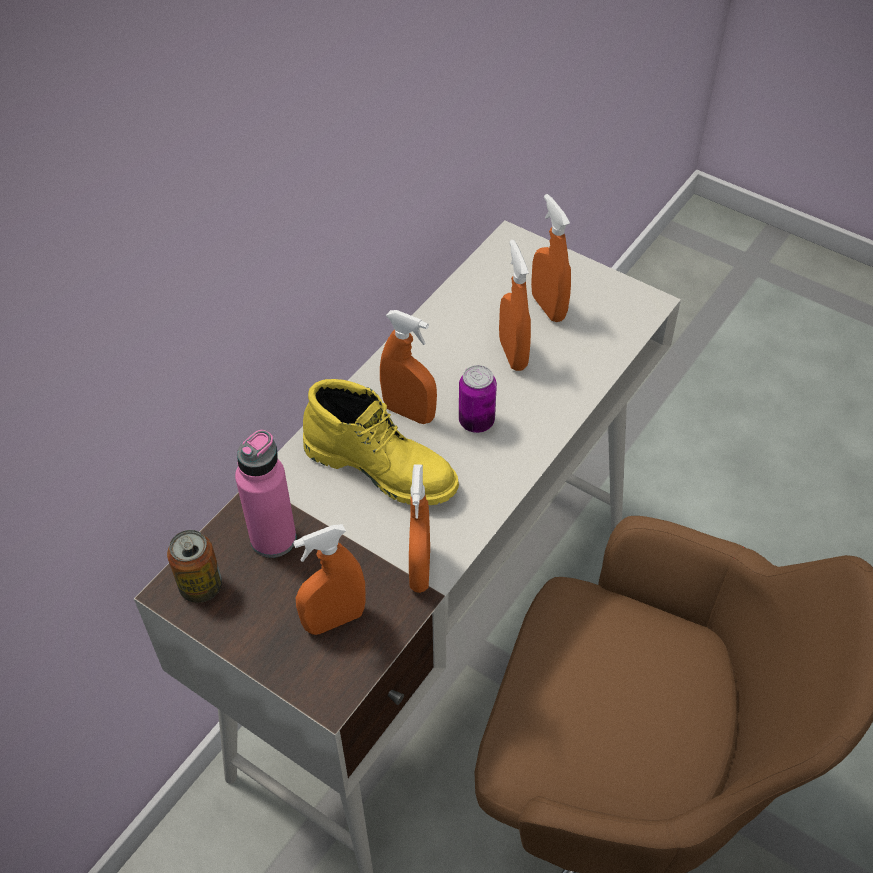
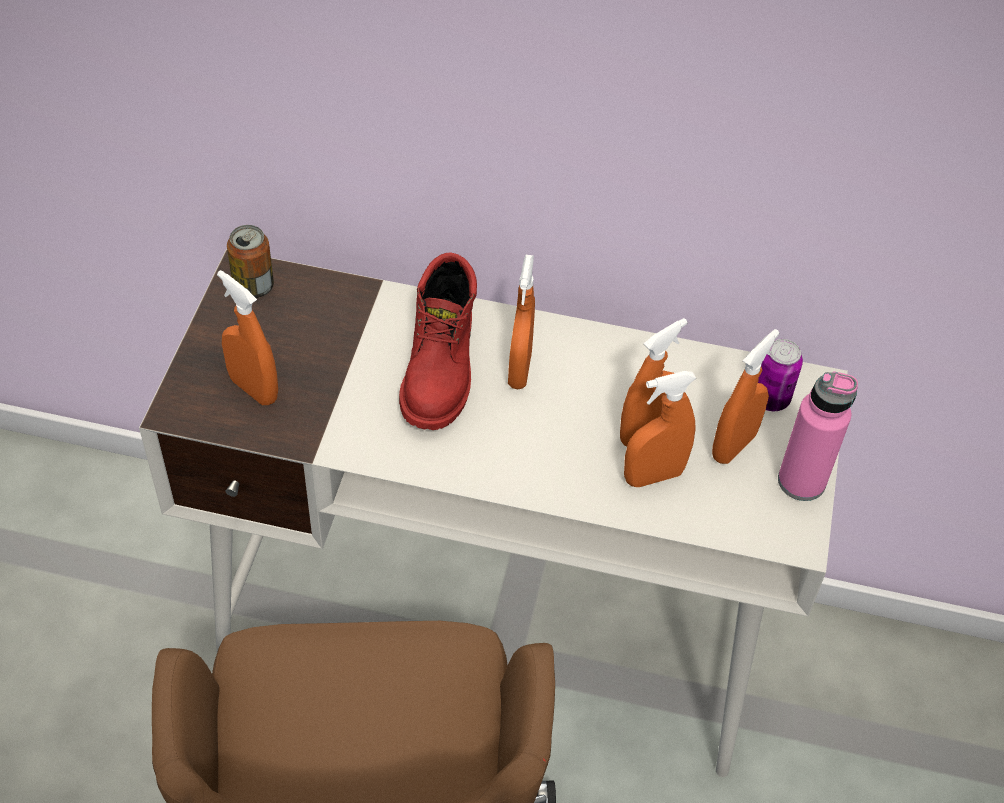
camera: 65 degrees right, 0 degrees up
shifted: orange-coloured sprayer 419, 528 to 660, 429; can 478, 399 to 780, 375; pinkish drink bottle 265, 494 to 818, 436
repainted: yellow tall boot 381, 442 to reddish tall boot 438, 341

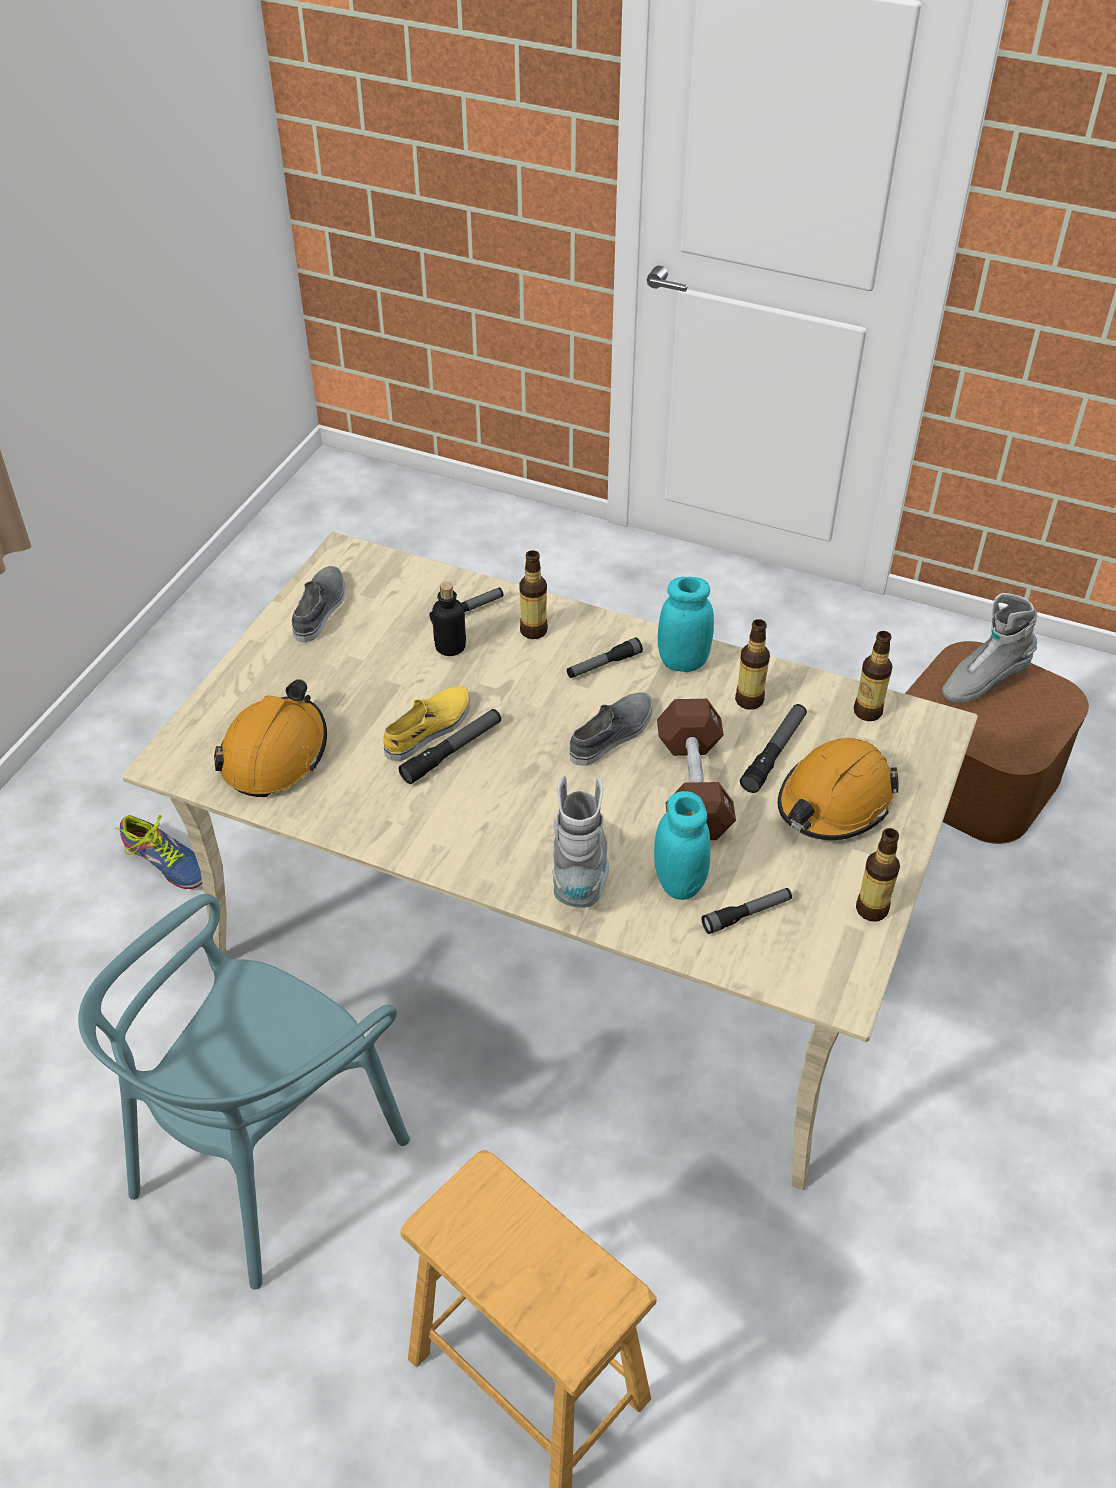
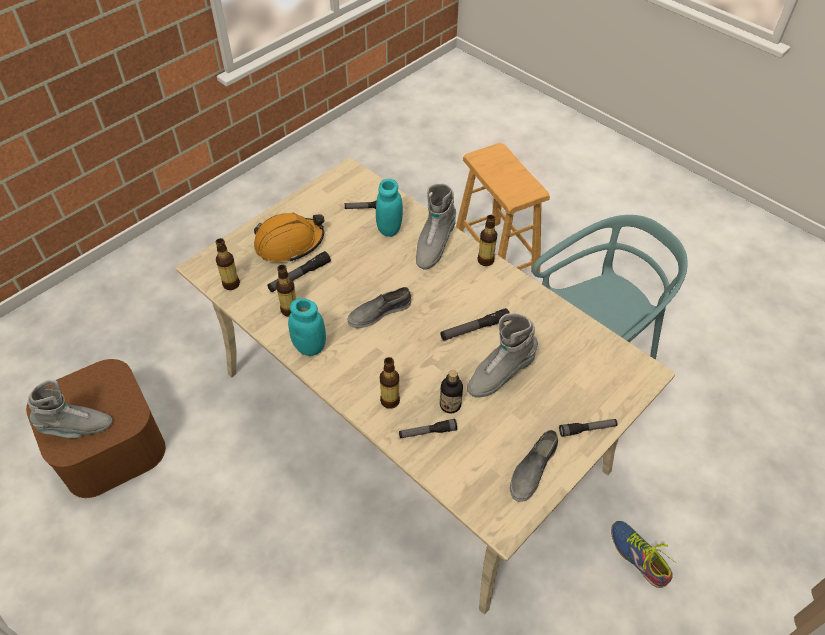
camera: 160 degrees left, 5 degrees up
gone: orange-coloured work helmet 270, 738; yellow item of footwear 426, 724; brown-coloured hand weight 696, 769
new: greyish tall boot 502, 355
shifted: drink bottle 878, 875 to 487, 240; torch 605, 657 to 588, 428

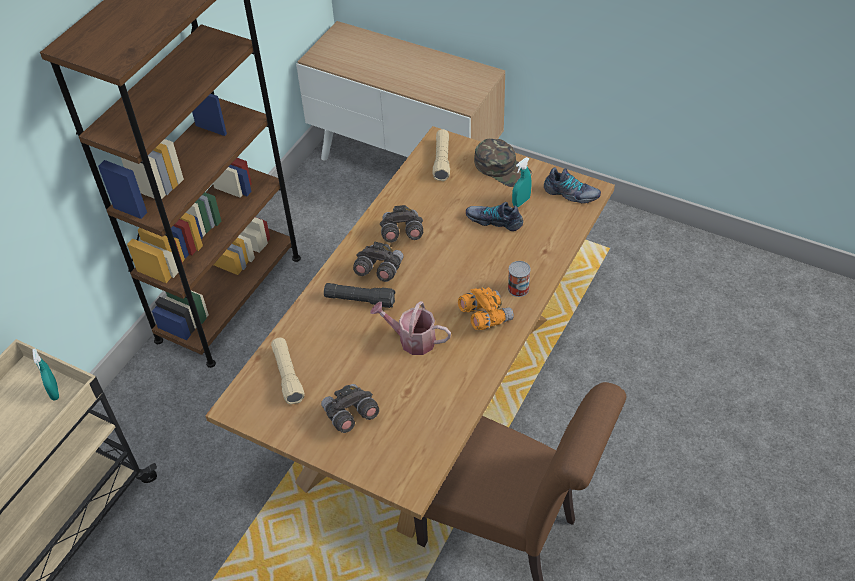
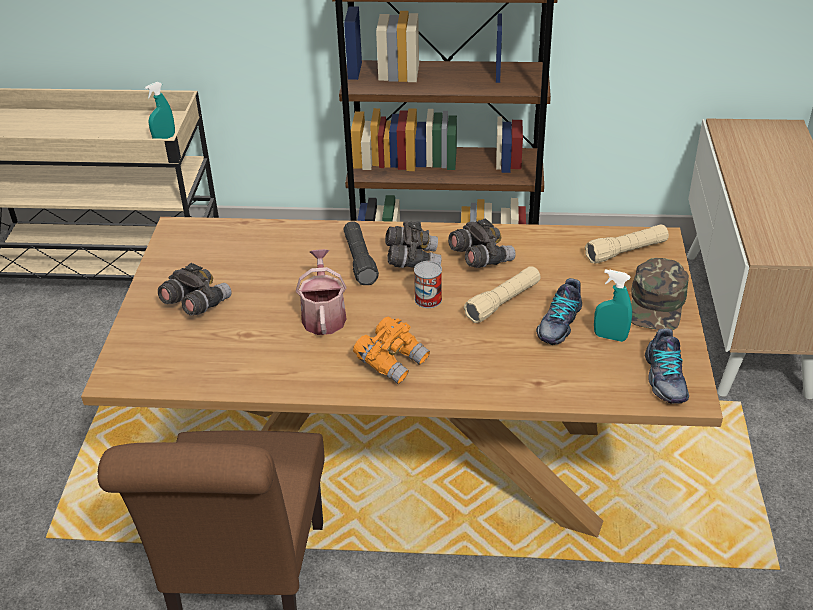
camera: 65 degrees right, 10 degrees down
shifted: can 519, 279 to 428, 284; beige-coloured torch 288, 371 to 502, 294
rotated: item of footwear 494, 216 = 559, 311 150 degrees counterclockwise

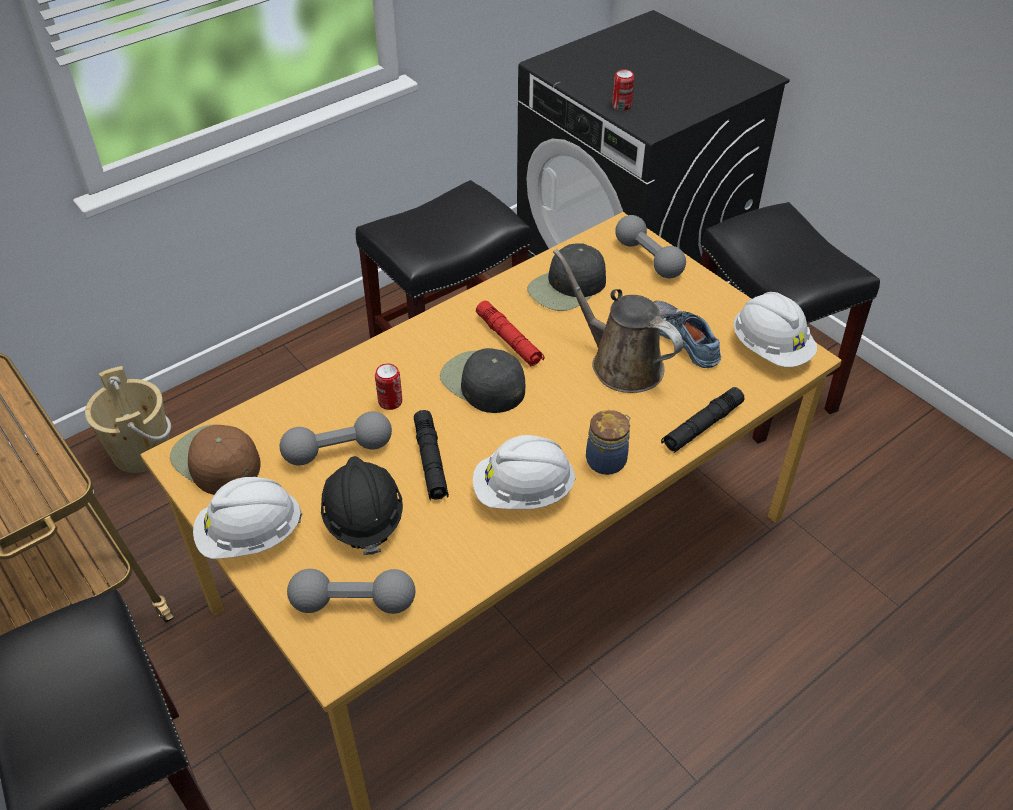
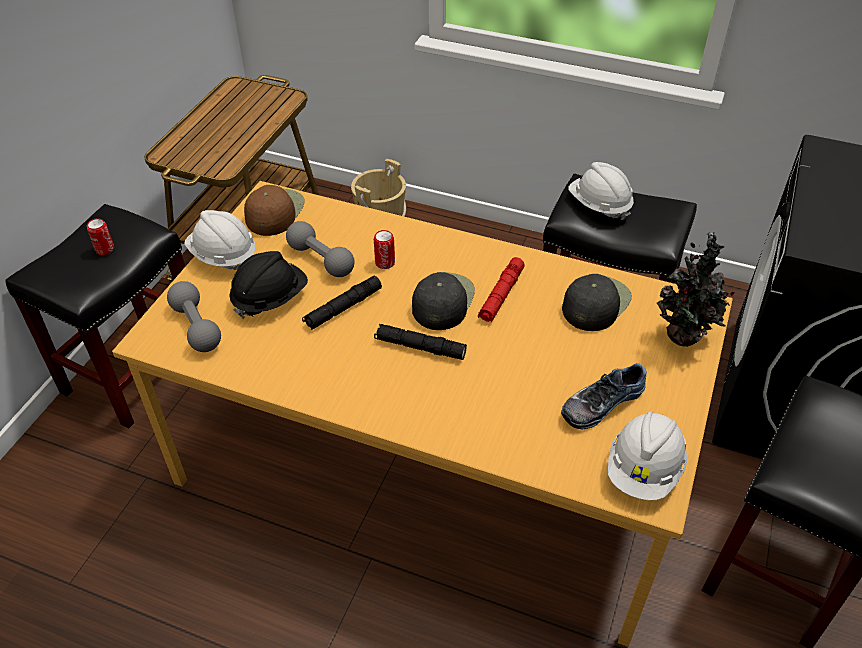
camera: 60 degrees right, 0 degrees up
gone: brown-coloured sprinkling can 618, 321; storage jar 608, 442
shifted: can 623, 90 to 100, 236; black-coloured torch 703, 420 to 420, 342; white-coloured work helmet 524, 472 to 601, 191
swapped: greyish hand weight 650, 246 to potted plant 695, 289
rotated: item of footwear 687, 334 = 604, 396 150 degrees counterclockwise; black-coloured baseball cap 566, 277 = 597, 302 105 degrees clockwise

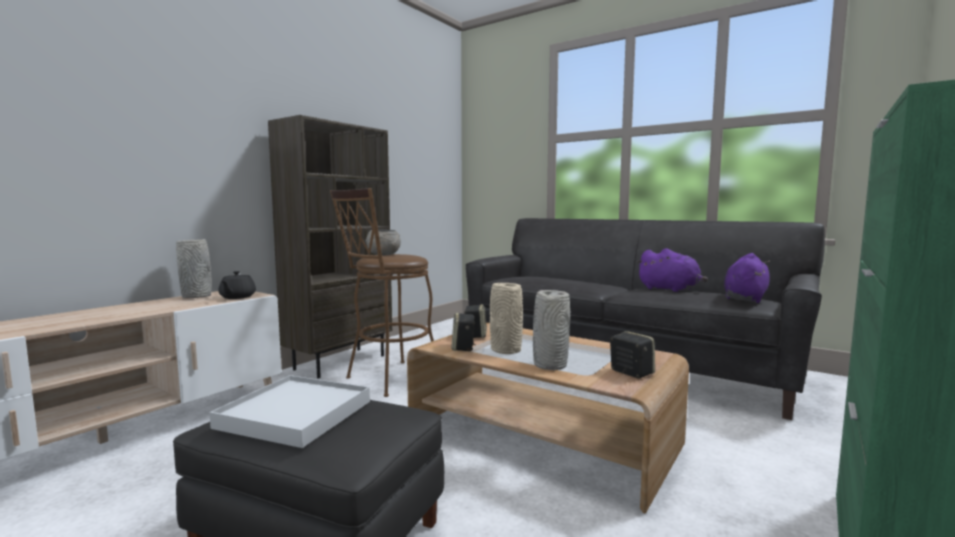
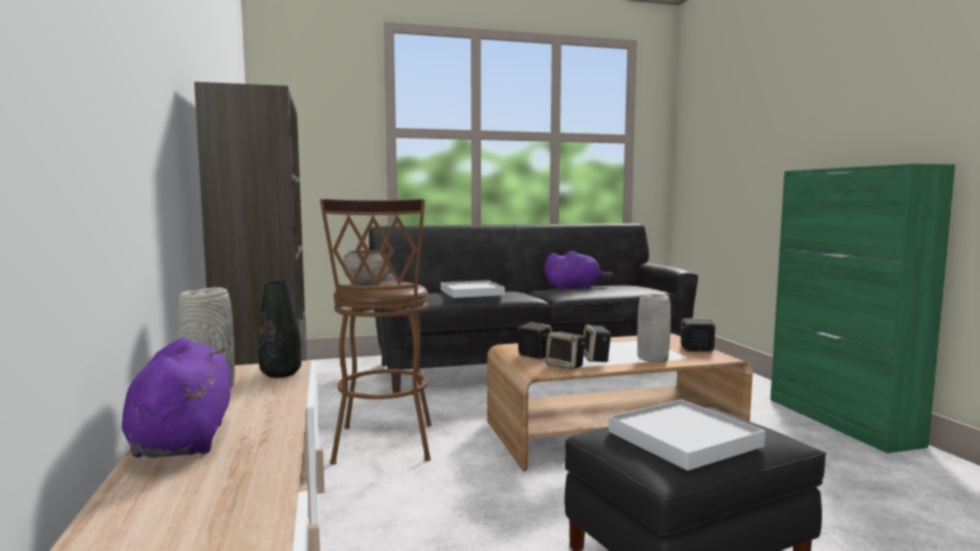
camera: 50 degrees left, 0 degrees up
new: white-coloured tray 473, 289
shifted: purplish soft toy 747, 278 to 176, 398
swapped: black-coloured teapot 237, 285 to black-coloured vase 279, 329; beige-coloured vase 506, 318 to audio speaker 597, 343

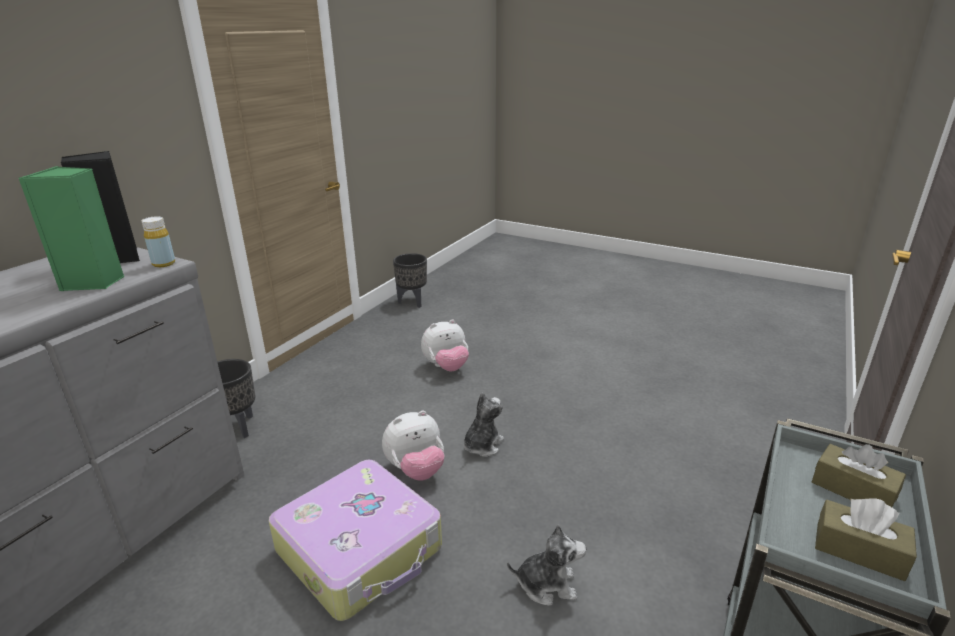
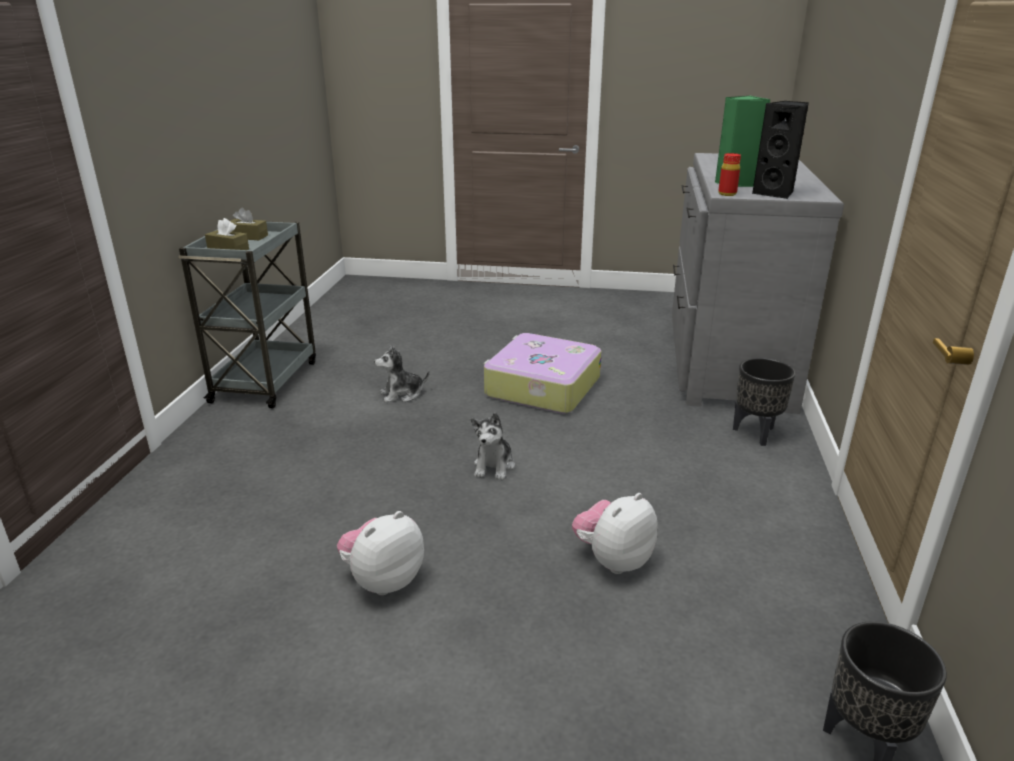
camera: 160 degrees right, 0 degrees up
shifted: soft toy 413, 445 to 380, 553
repainted: yellow drink bottle 158, 241 to reddish drink bottle 729, 174

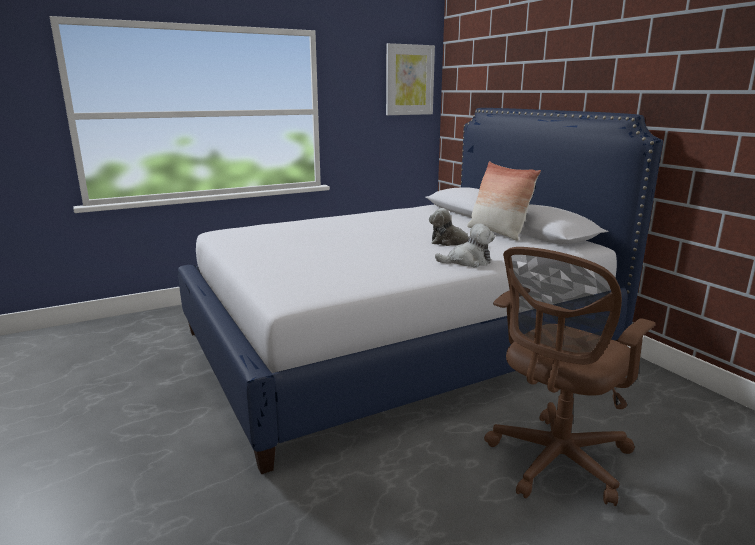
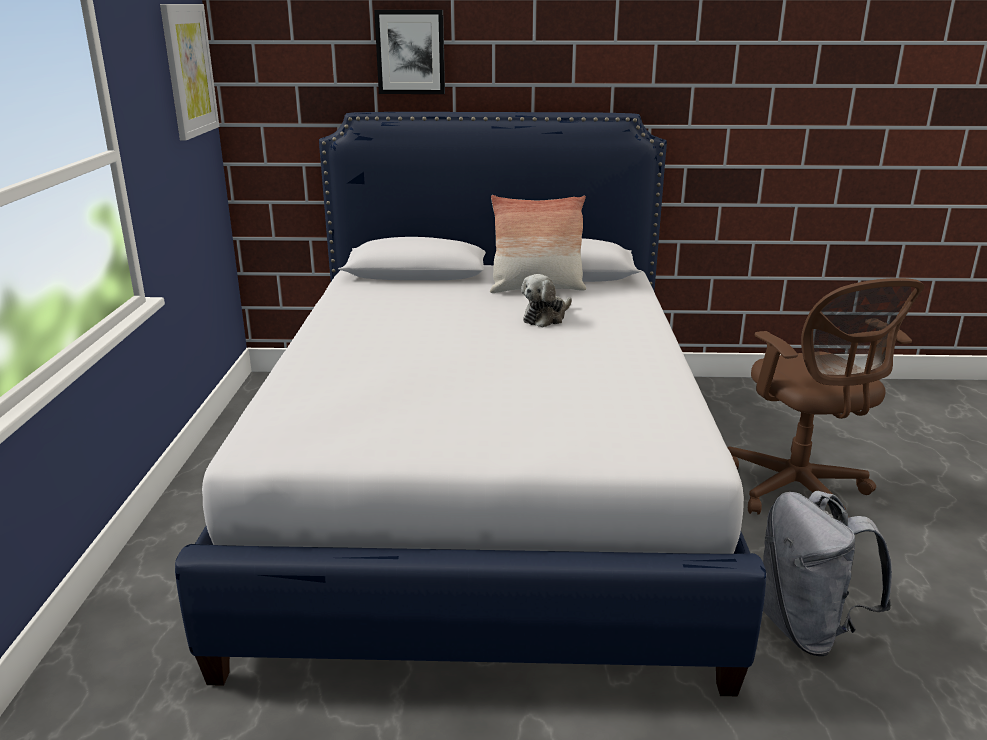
camera: 60 degrees left, 5 degrees up
gone: soft toy 465, 245
new: wall picture 409, 52; greyish rucksack 827, 573

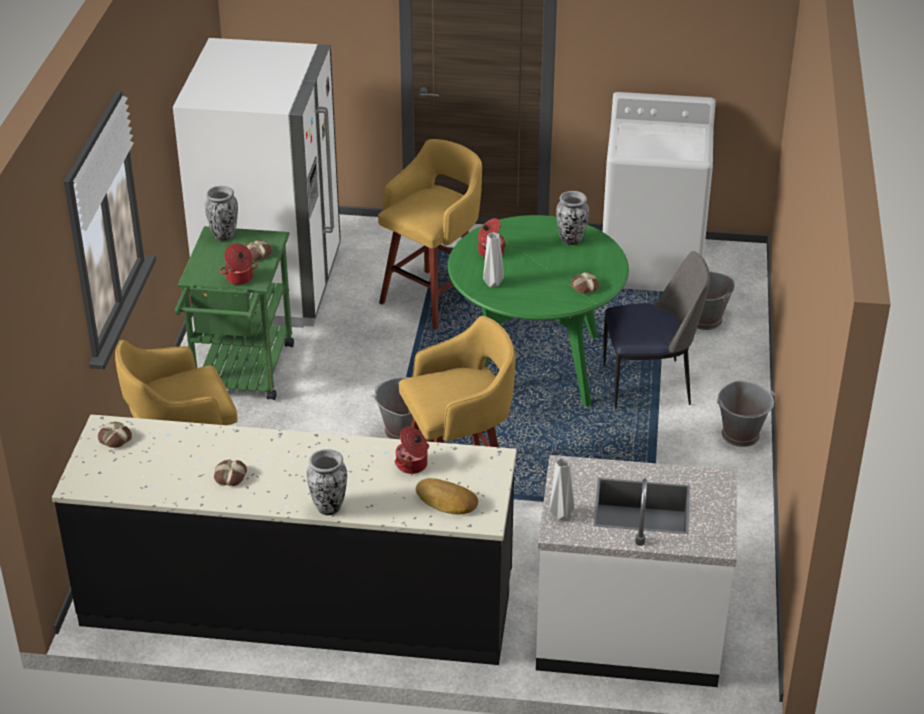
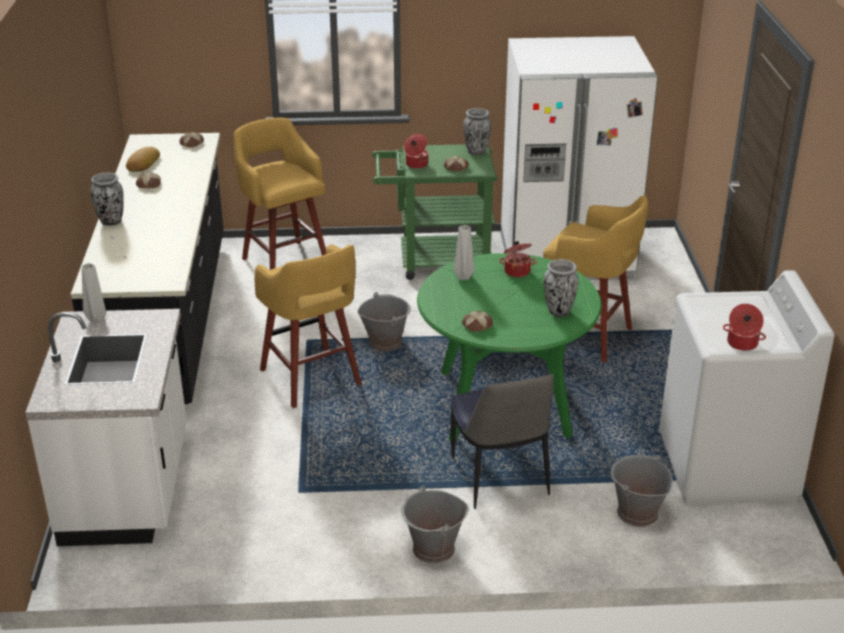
camera: 80 degrees right, 5 degrees down
shifted: bread 447, 496 to 143, 159; cooking pot 412, 450 to 744, 327

